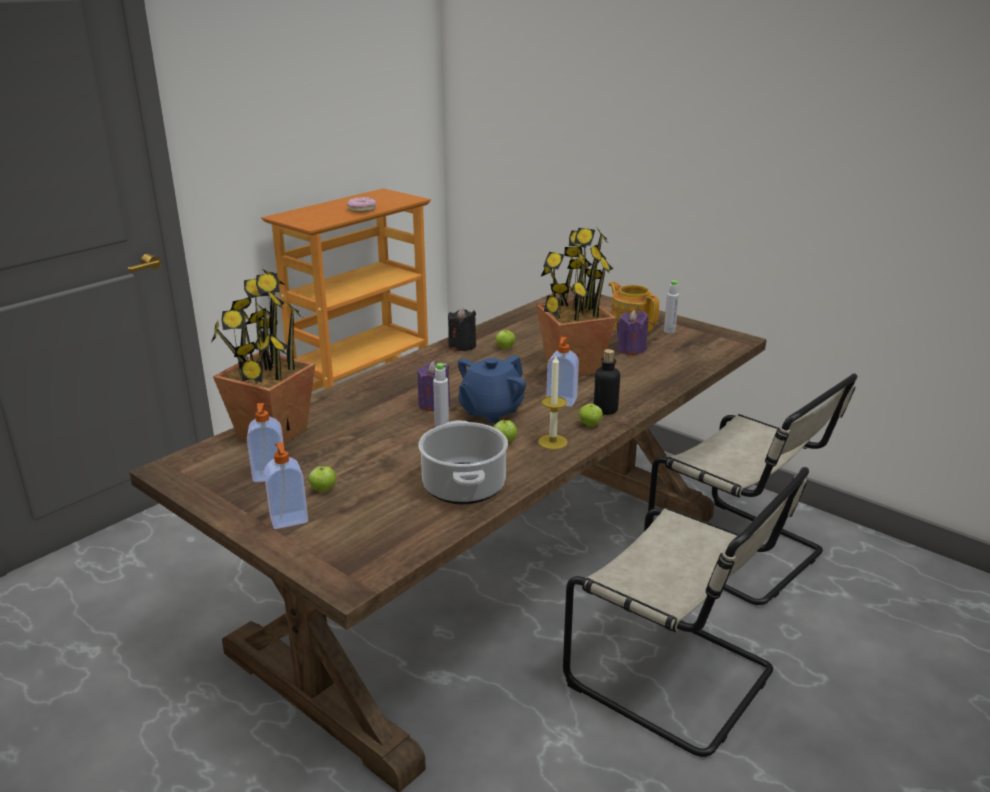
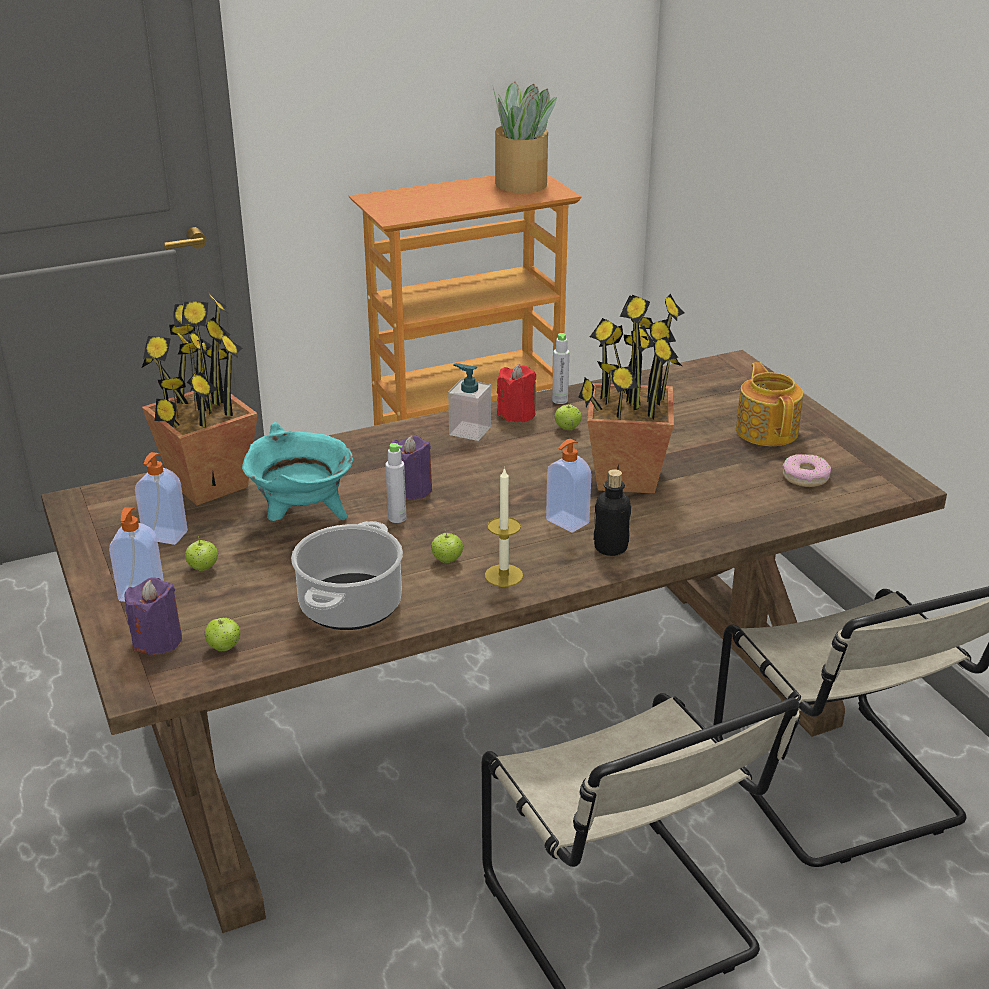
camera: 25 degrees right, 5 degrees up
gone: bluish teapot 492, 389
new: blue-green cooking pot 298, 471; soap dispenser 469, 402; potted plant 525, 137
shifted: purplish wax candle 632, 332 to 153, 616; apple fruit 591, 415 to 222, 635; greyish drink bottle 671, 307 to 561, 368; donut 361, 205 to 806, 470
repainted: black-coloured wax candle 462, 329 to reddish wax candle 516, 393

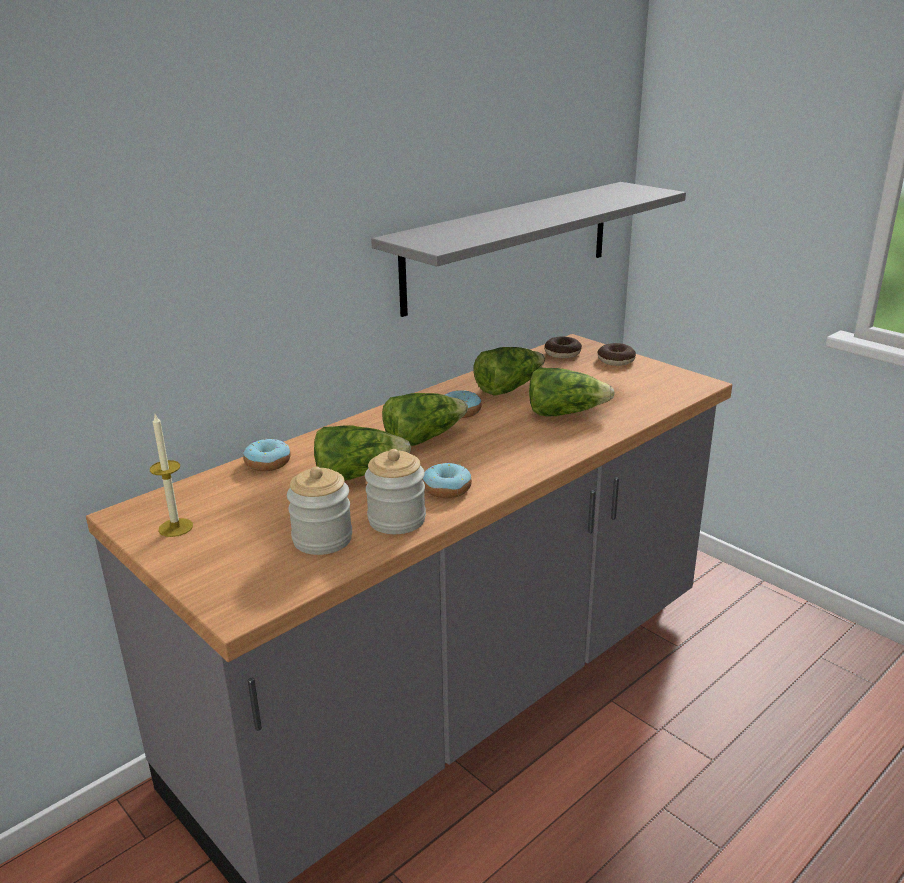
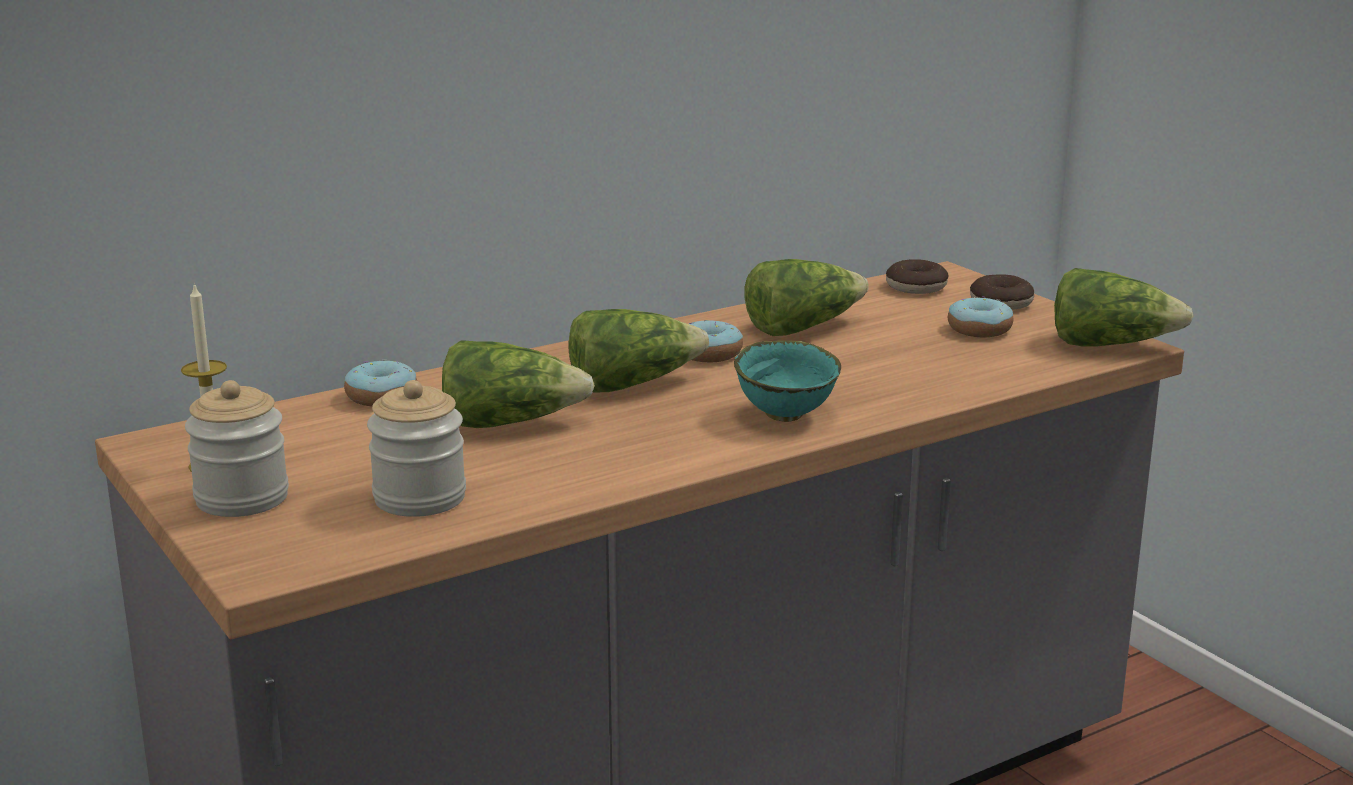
camera: 10 degrees right, 5 degrees down
gone: greyish wall shelf 528, 249
new: blue-green serving bowl 787, 381
shifted: storage jar 395, 491 to 237, 448; donut 447, 480 to 980, 316; head of lettuce 572, 392 to 1124, 307

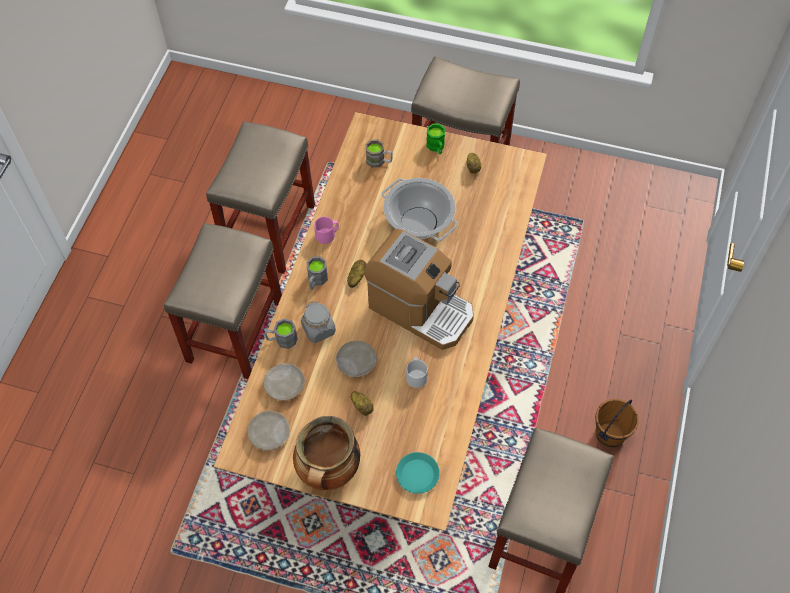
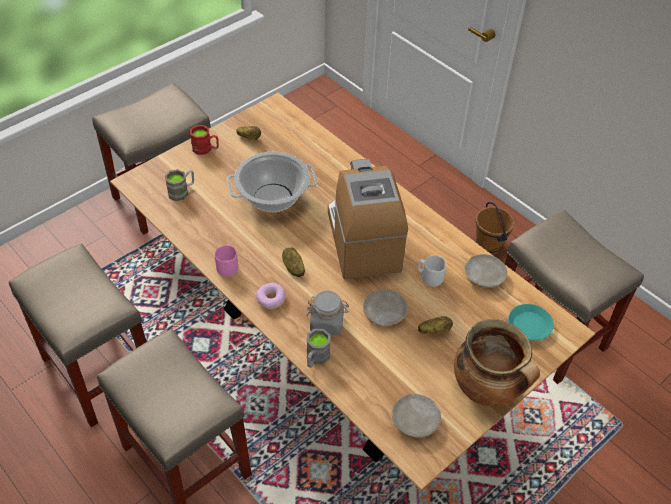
camera: 60 degrees left, 10 degrees down
shifted: beige-coloured plate 284, 382 to 485, 271
swapped: greyish tea mug 317, 272 to donut 270, 296
repainted: green-coloured tea mug 435, 138 to reddish tea mug 204, 140
rotated: coffee machine 419, 289 = 368, 219 75 degrees counterclockwise

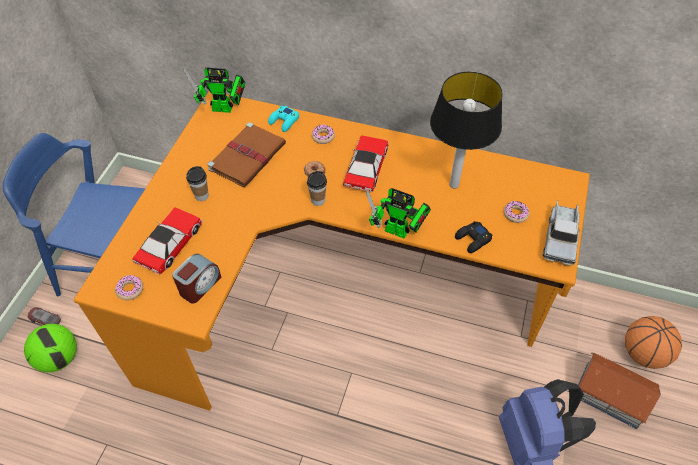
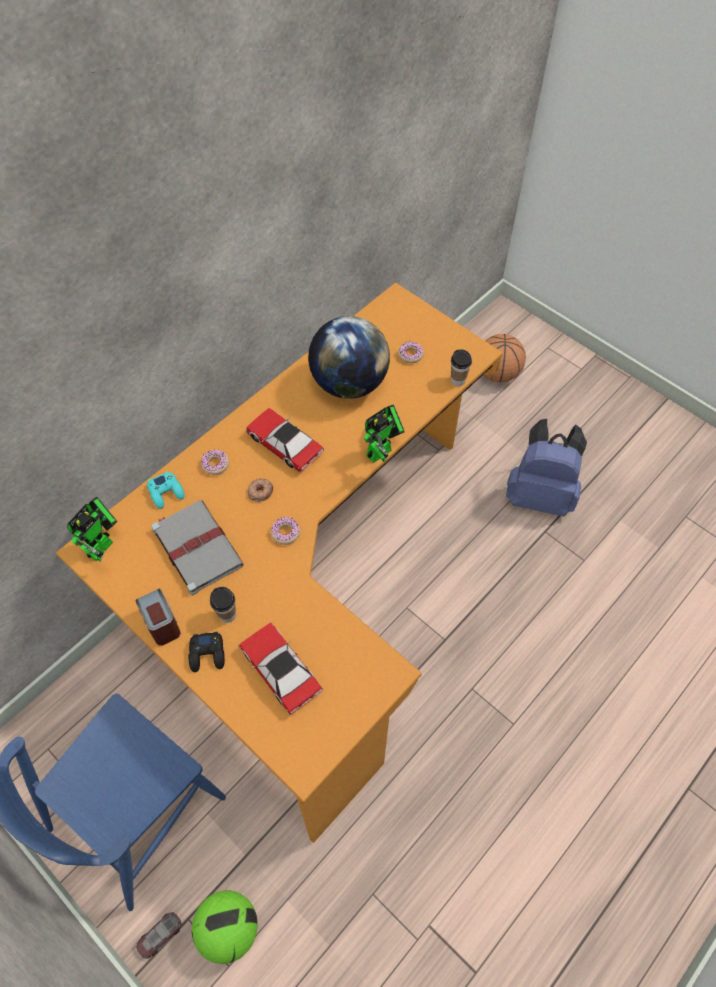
camera: 65 degrees left, 5 degrees up
gone: toy lorry 561, 232; toy house 619, 390
shifted: bedside clock 196, 279 to 157, 617; black-coloured game controller 473, 237 to 207, 652; donut 129, 287 to 285, 531; cup 317, 188 to 461, 367
swapped: lamp for a table 466, 130 to world globe 349, 357
repainted: brown-coloured volume 246, 154 to greyish volume 197, 547

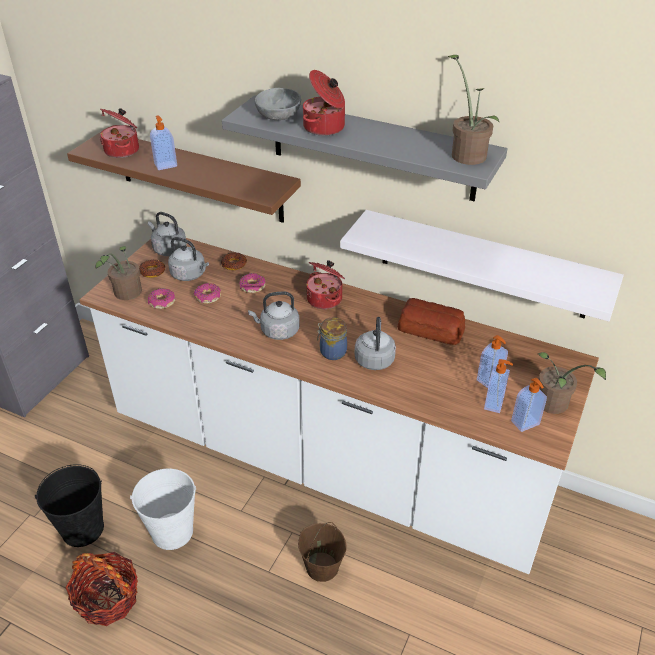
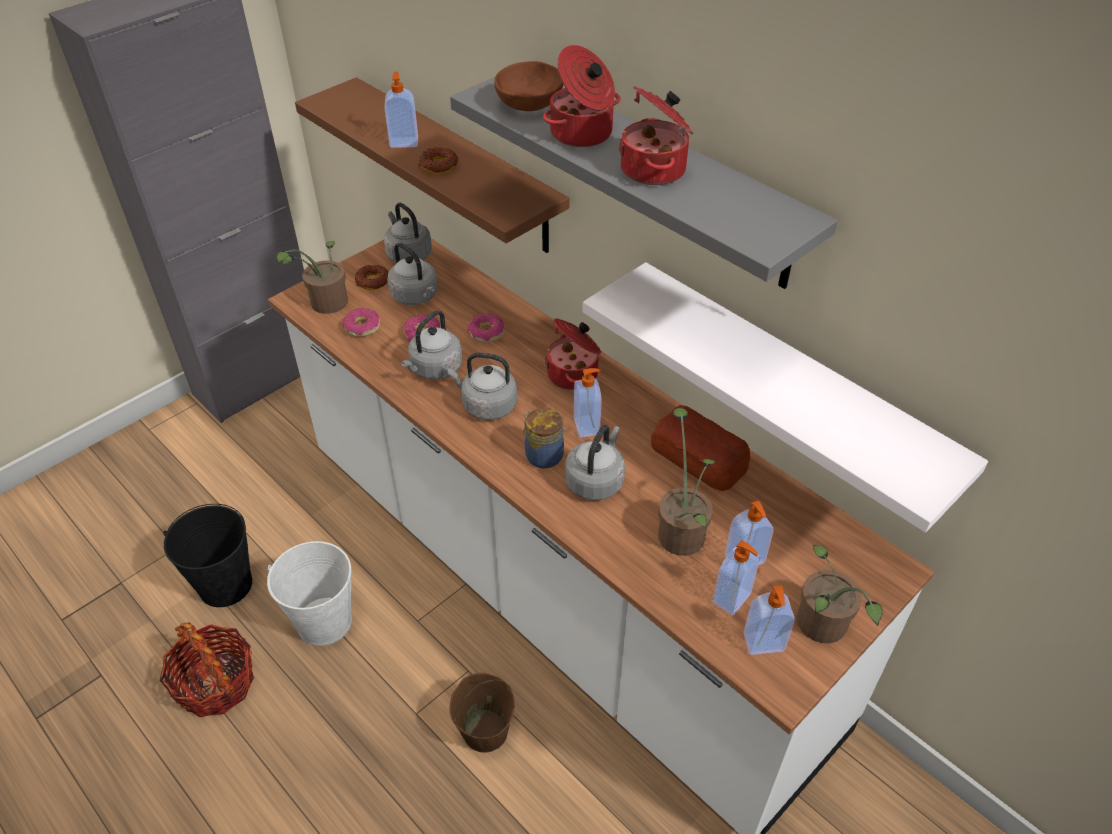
camera: 20 degrees right, 5 degrees up
new: greyish kettle 432, 345; soap dispenser 588, 403
shifted: donut 234, 261 to 438, 160; cooking pot 119, 133 to 656, 135; potted plant 473, 110 to 686, 482
repainted: greyish serving bowl 278, 104 to brown-coloured serving bowl 529, 86

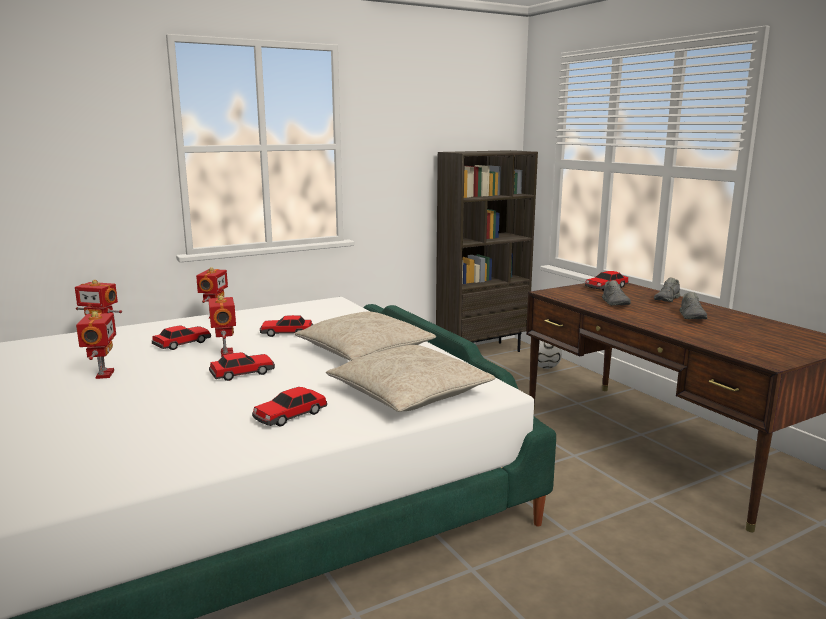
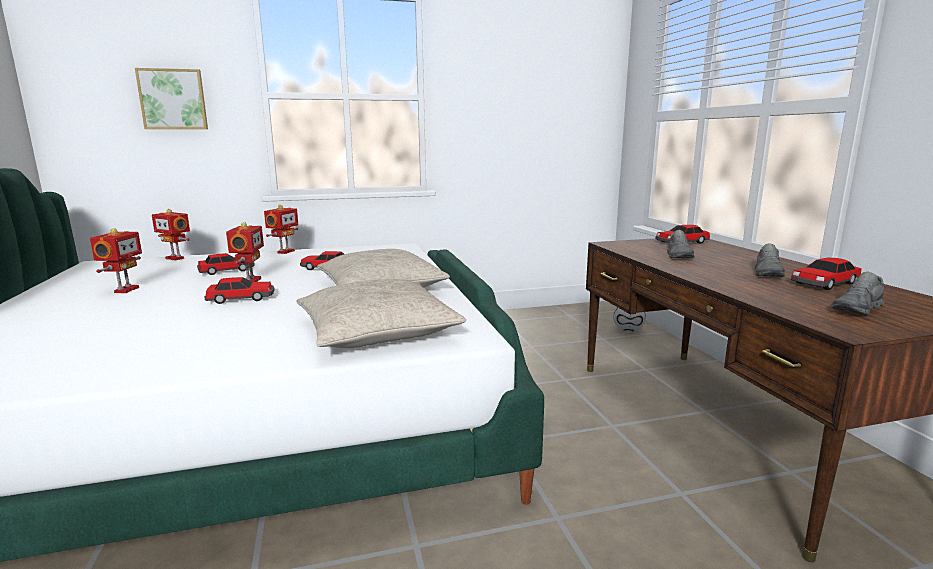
camera: 15 degrees right, 0 degrees up
gone: brown-coloured bookshelf 487, 251
new: wall picture 171, 98
shifted: miniature car 289, 406 to 826, 274; greyish item of footwear 667, 289 to 858, 293

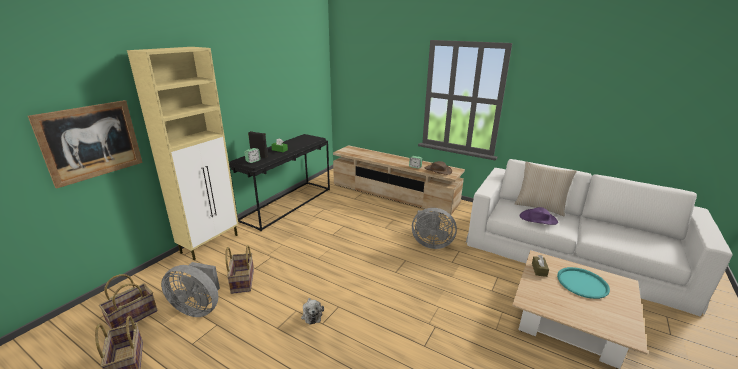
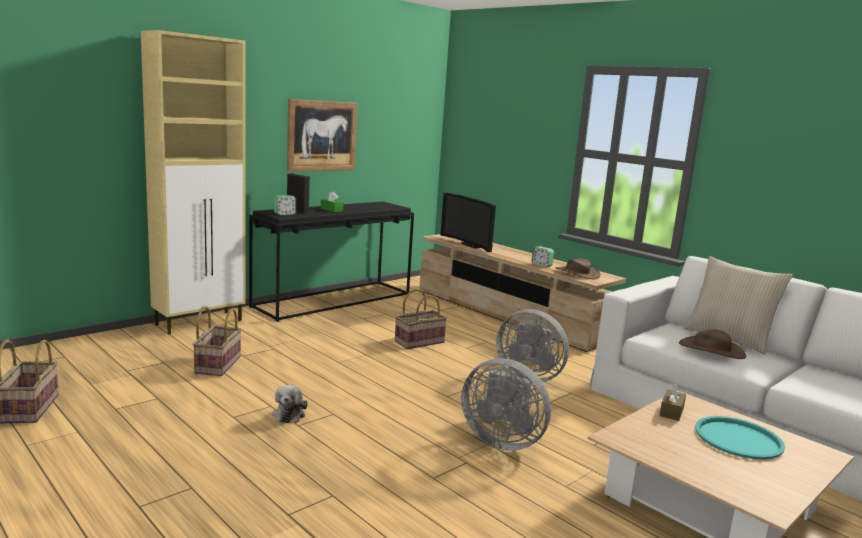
camera: 15 degrees right, 10 degrees down
new: TV 468, 222
shifted: wall picture 85, 144 to 322, 135; basket 128, 301 to 421, 319; greyish fan 190, 289 to 506, 404
repainted: purplish hat 538, 216 to brown-coloured hat 712, 344

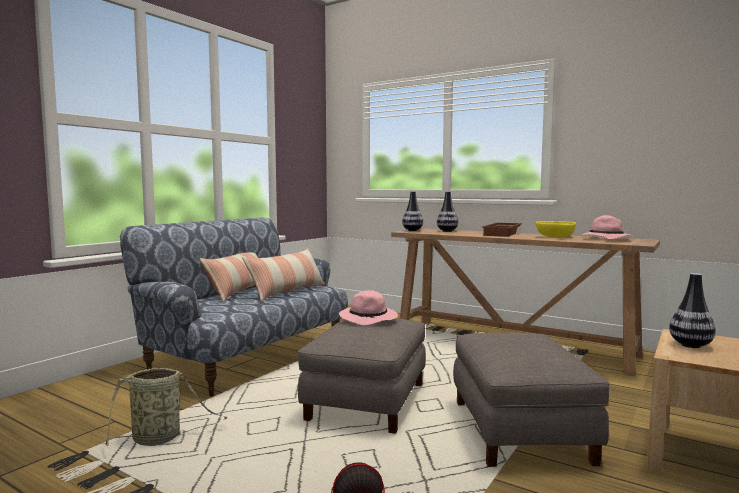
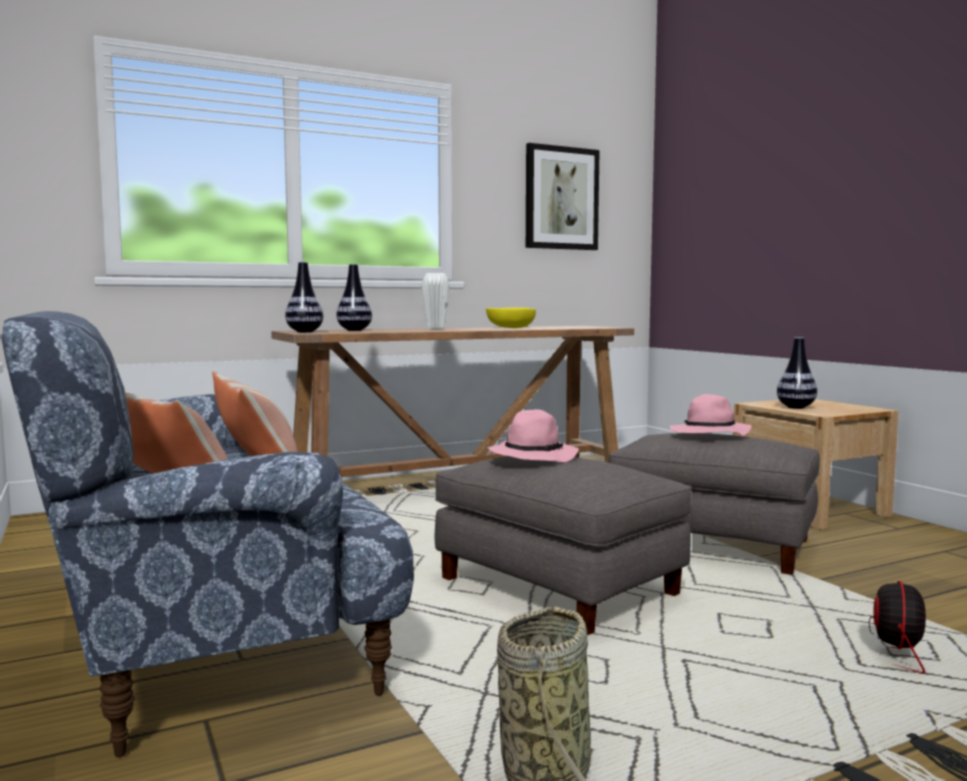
camera: 60 degrees left, 0 degrees up
new: wall picture 563, 196
shifted: pinkish hat 607, 227 to 710, 415
swapped: brown-coloured tray 502, 230 to white-coloured vase 435, 301

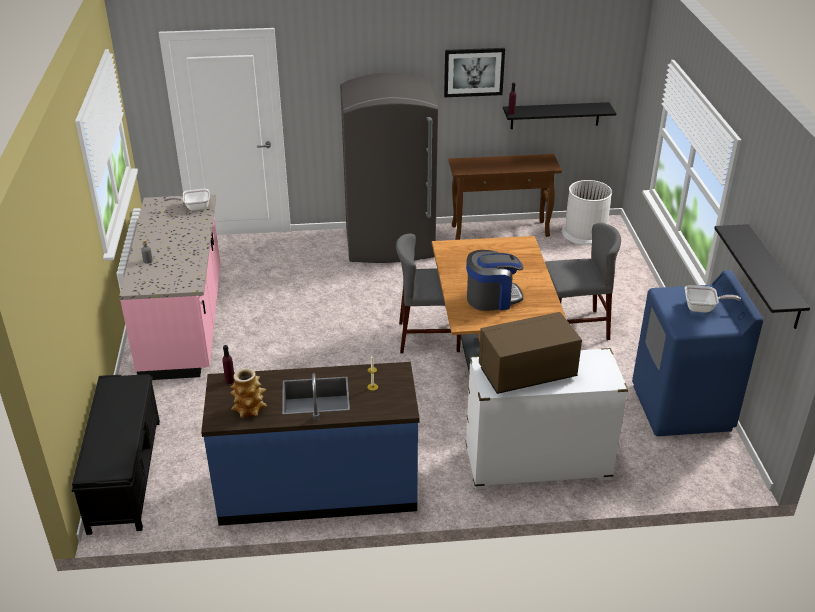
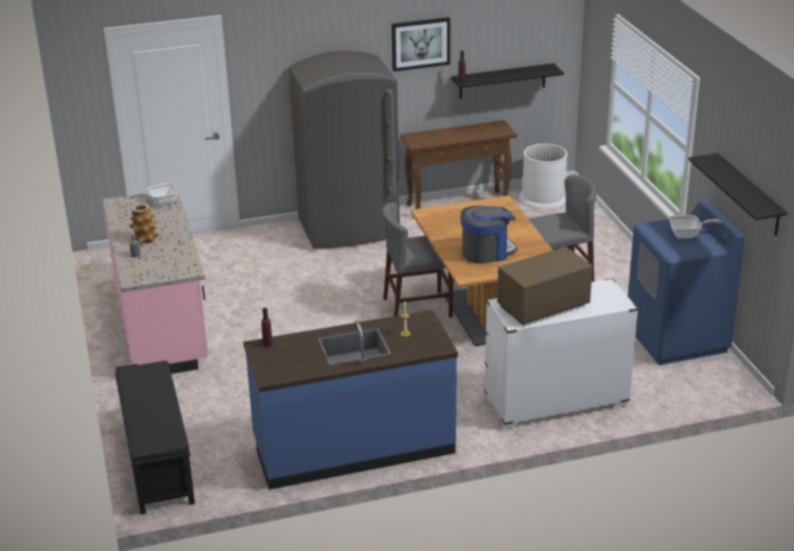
camera: 10 degrees left, 5 degrees down
shifted: vase 248, 393 to 144, 223

